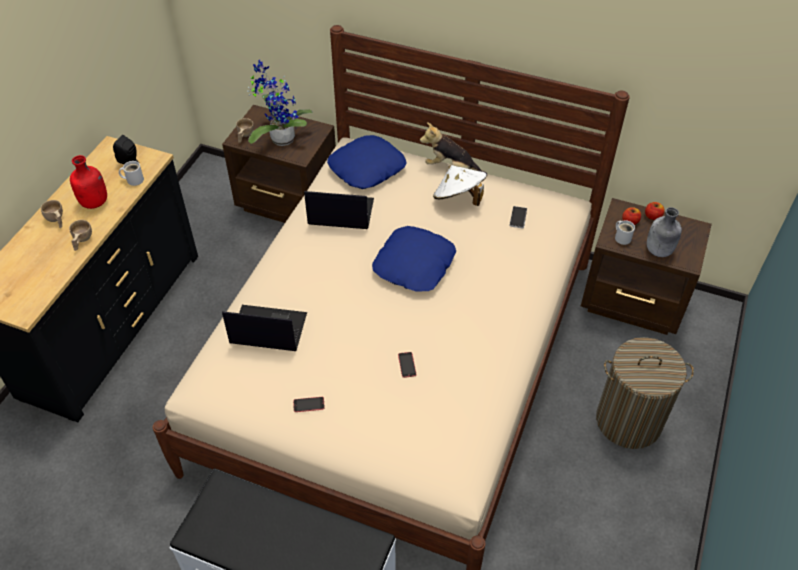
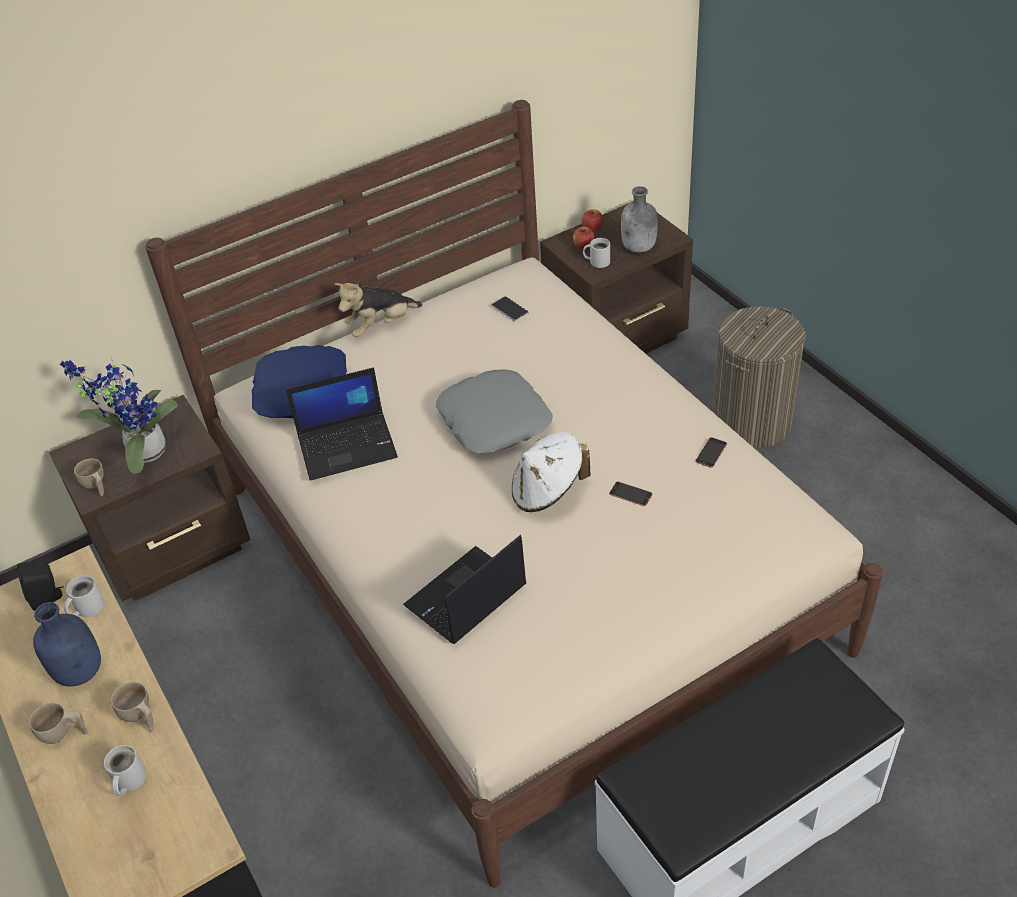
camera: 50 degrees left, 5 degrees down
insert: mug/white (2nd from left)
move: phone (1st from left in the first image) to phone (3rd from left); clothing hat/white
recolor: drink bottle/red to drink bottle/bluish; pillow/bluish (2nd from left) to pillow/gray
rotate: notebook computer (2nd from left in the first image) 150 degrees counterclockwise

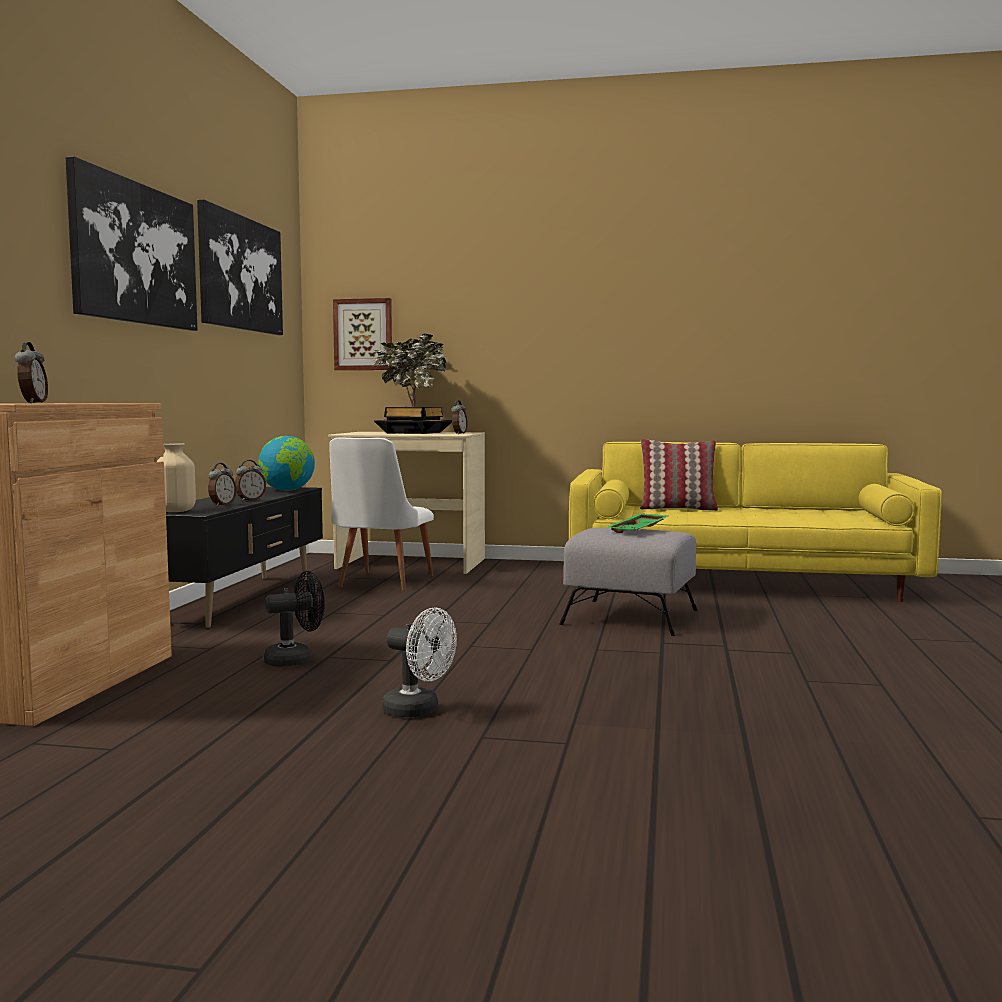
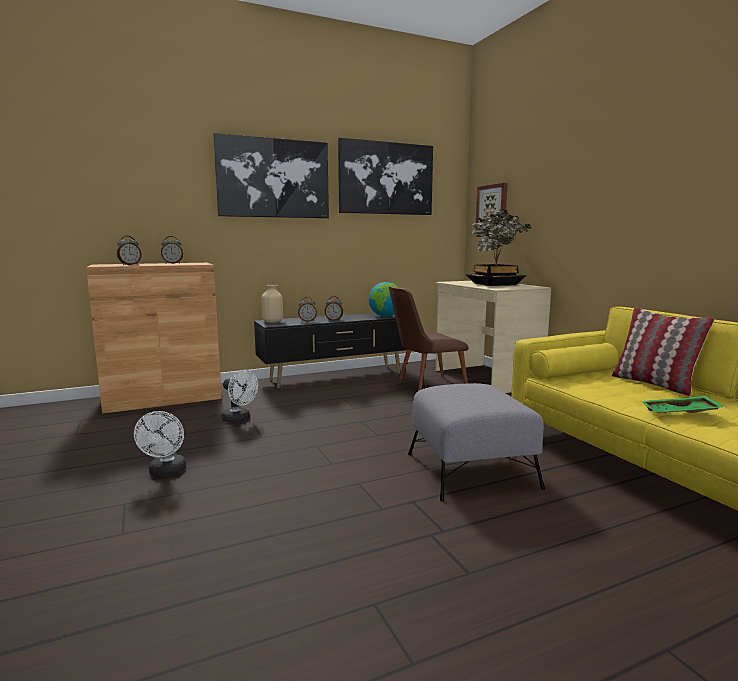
camera: 55 degrees right, 5 degrees up
move: table clock (4th from left in the first image) to table clock (2nd from left); tray/green-coloured
recolor: fan/blackish to fan/white (2nd from left); chair/white to chair/brown-coloured

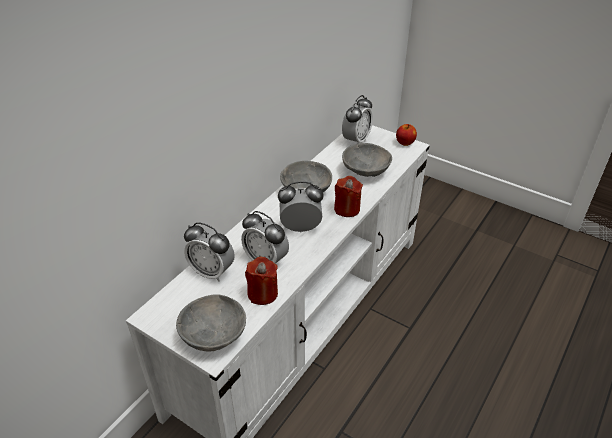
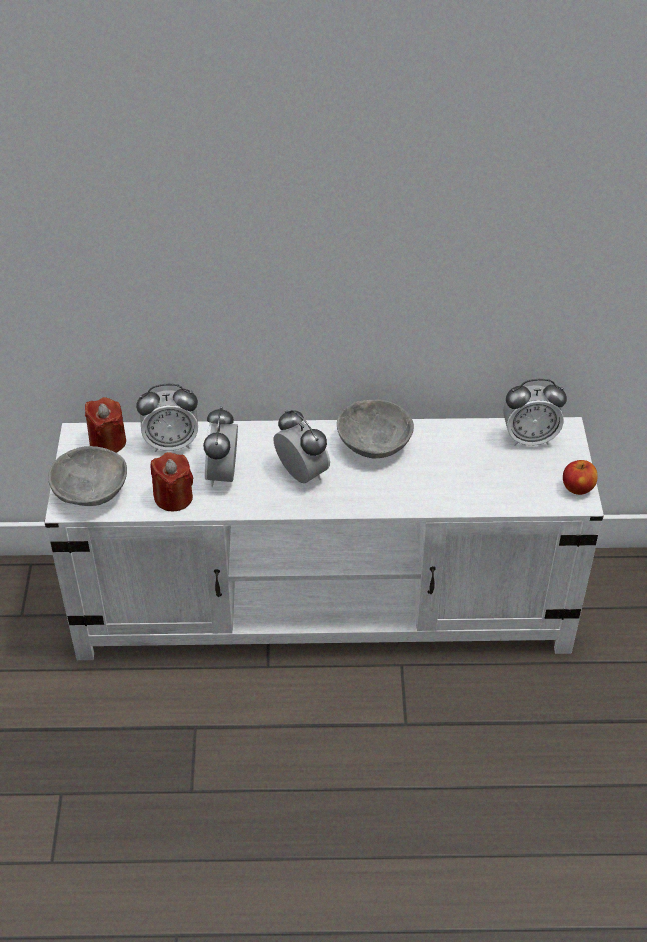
camera: 55 degrees right, 5 degrees up
delete: bowl/gray (3rd from left)
move: wax candle/red (2nd from left in the first image) to wax candle/red (1st from left)
rotate: table clock (1st from left) 90 degrees counterclockwise

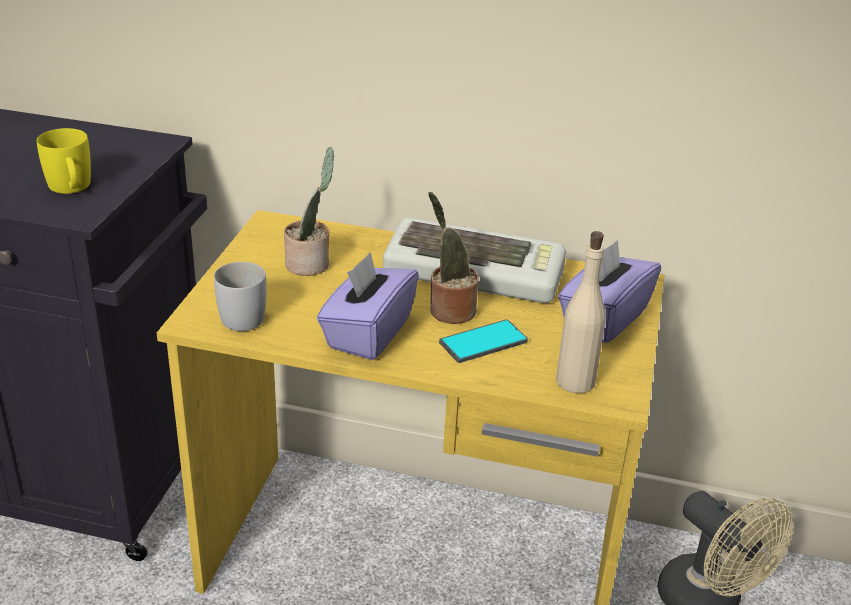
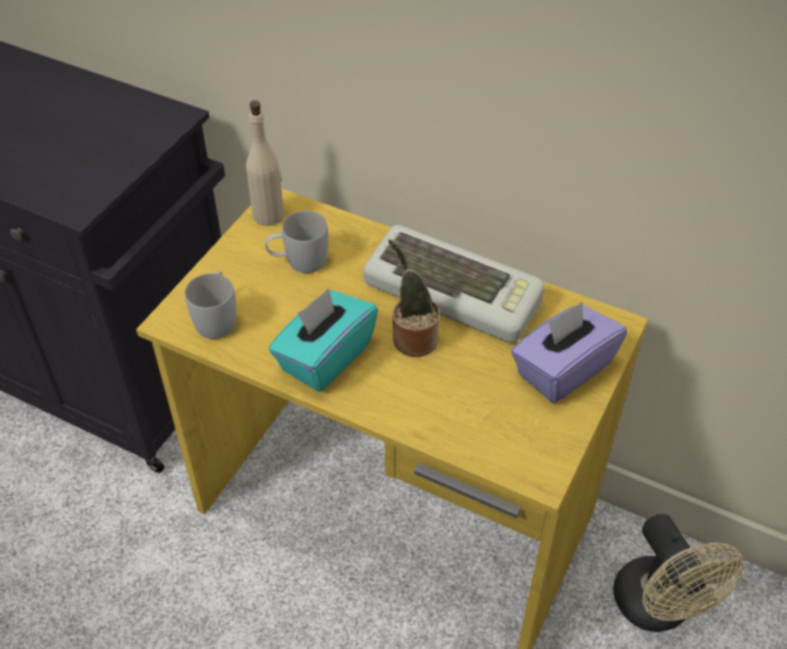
camera: 15 degrees right, 15 degrees up
delete: mug/yellowish; phone
move: drink bottle/sand-coloured
replace: plant in a pot (1st from left) to mug/white (2nd from left)
recolor: tissue box/purplish (1st from left) to tissue box/turquoise

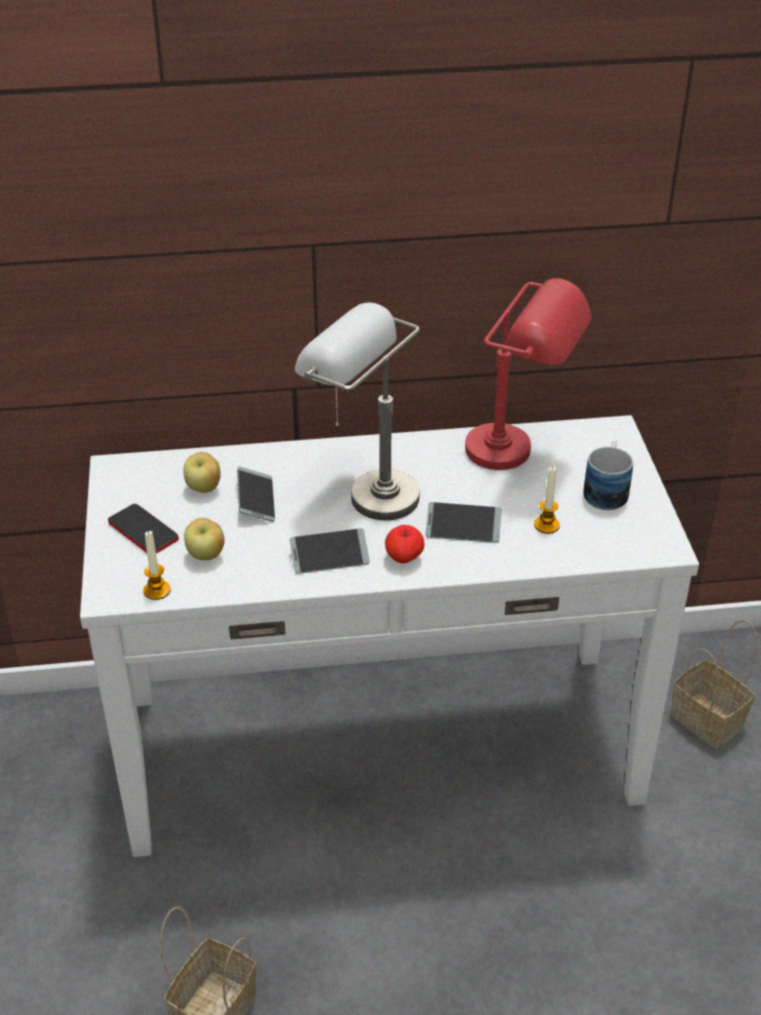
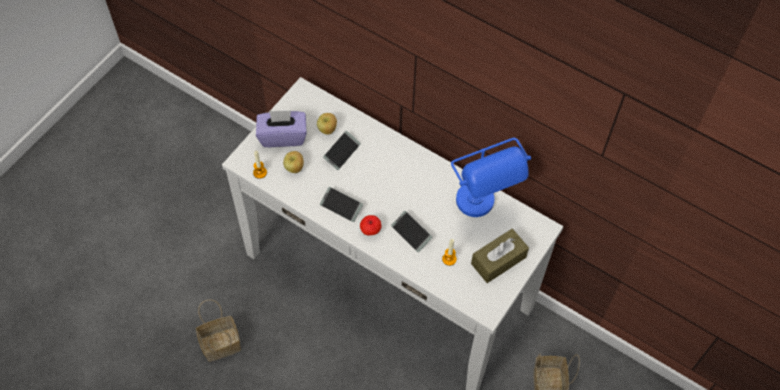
camera: 40 degrees right, 20 degrees up
delete: lamp for a table/gray
replace: phone (1st from left) to tissue box/purplish; mug to tissue box/brown-coloured
recolor: lamp for a table/red to lamp for a table/bluish

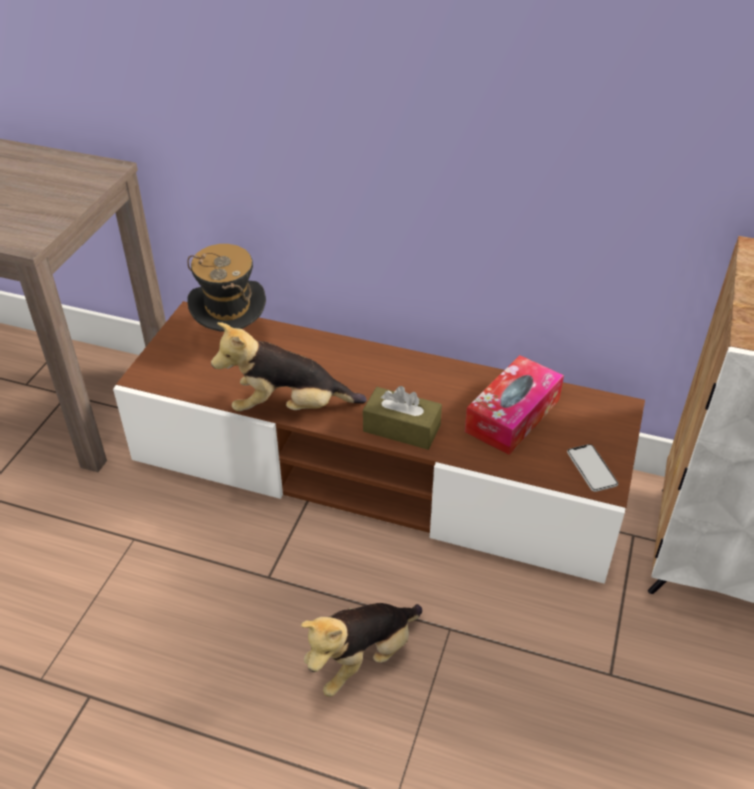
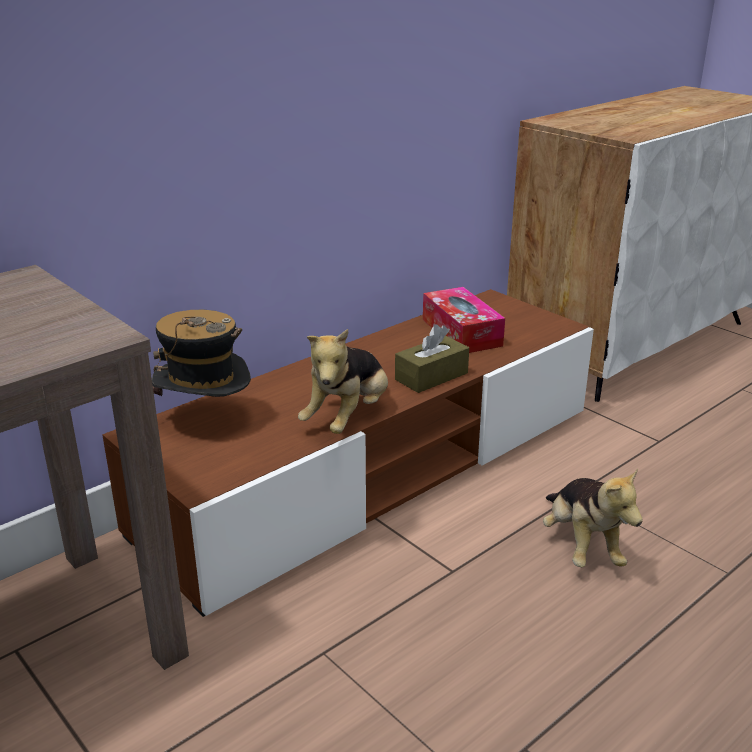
camera: 60 degrees left, 15 degrees down
delete: phone

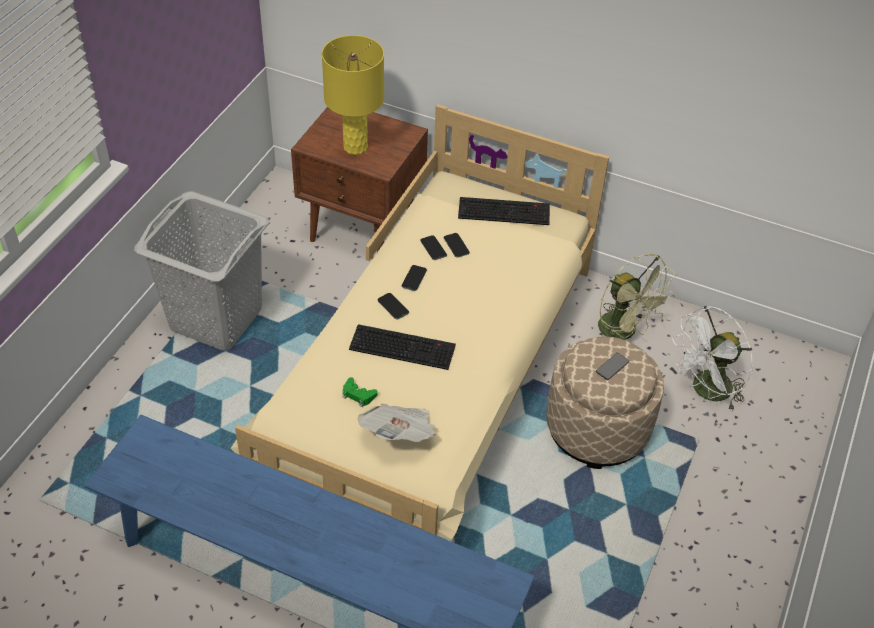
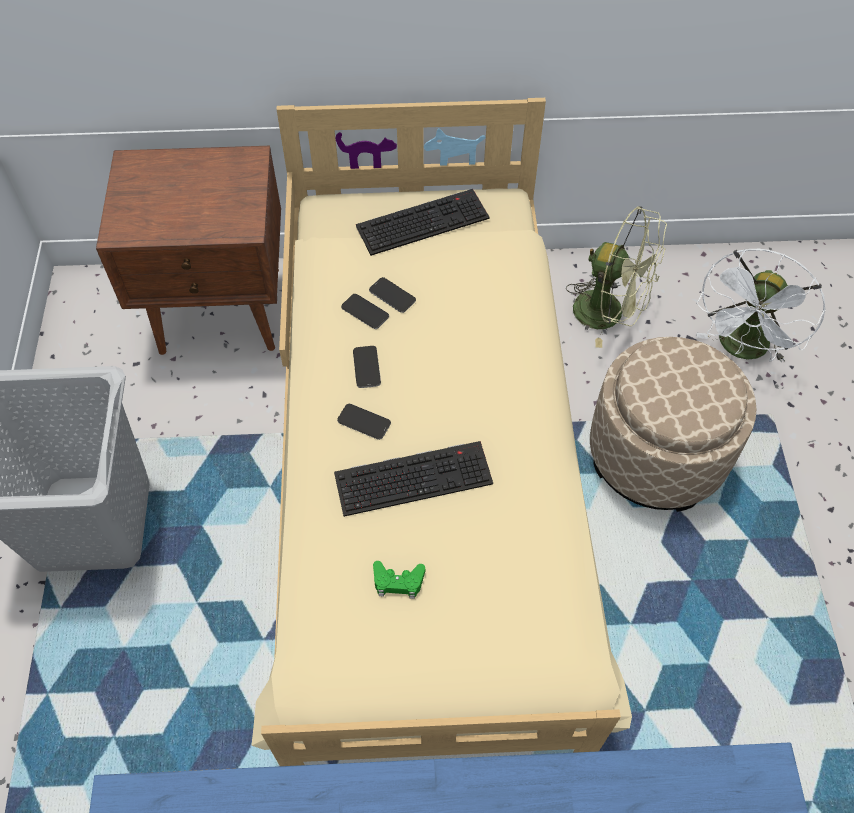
camera: 25 degrees left, 10 degrees up
delete: lamp for a table/yellowish; printed paper; phone (5th from left)

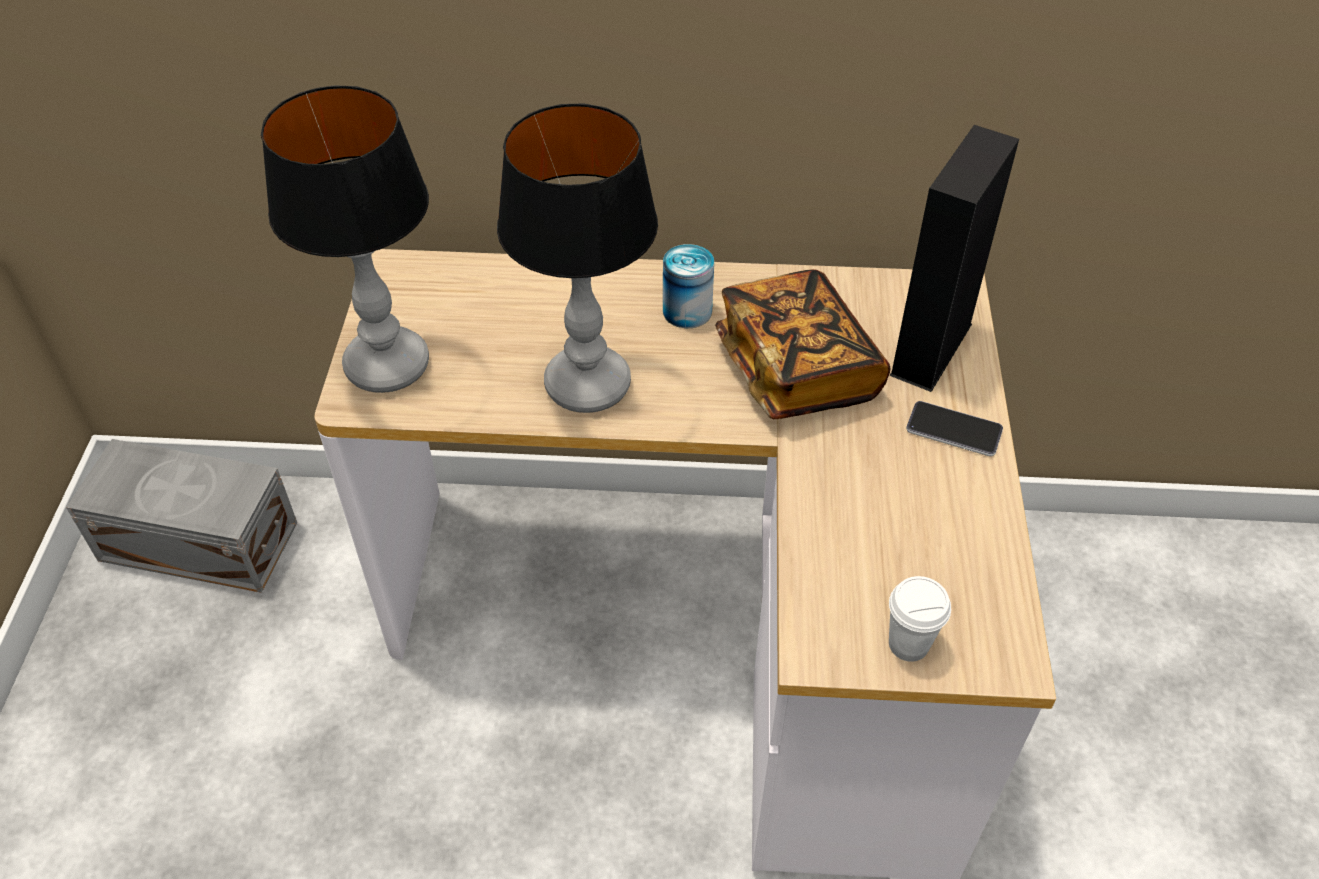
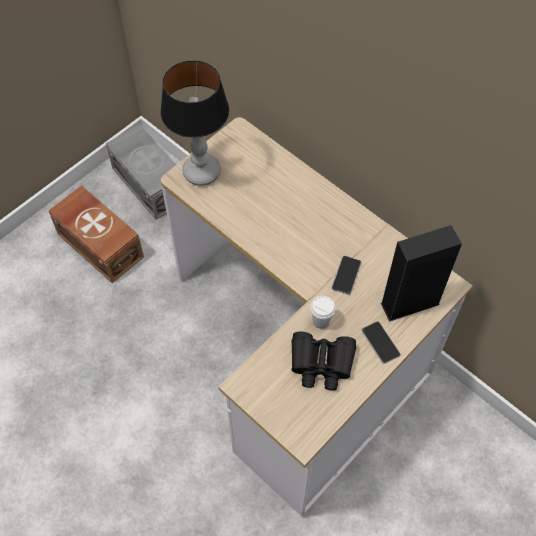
camera: 40 degrees right, 10 degrees up
delete: lamp for a table (2nd from left); metal can
insert: storage bin/brown-coloured; pair of binoculars/blackish
move: small cup/white
replace: volume to phone (1st from left)

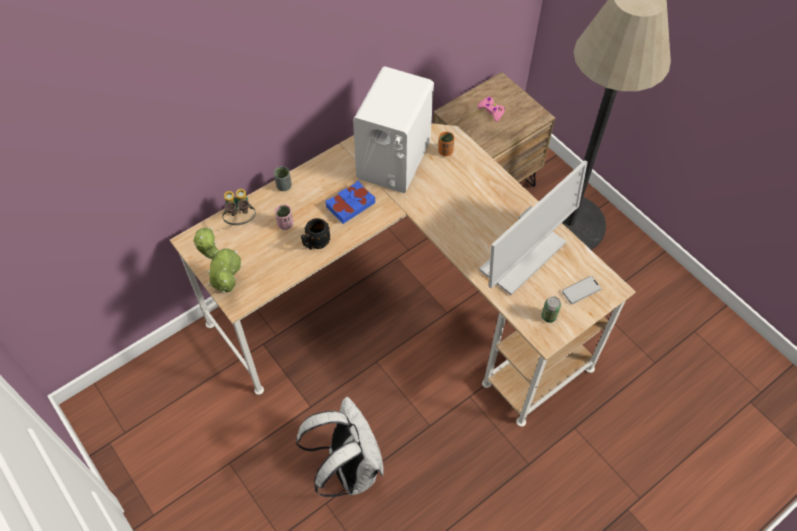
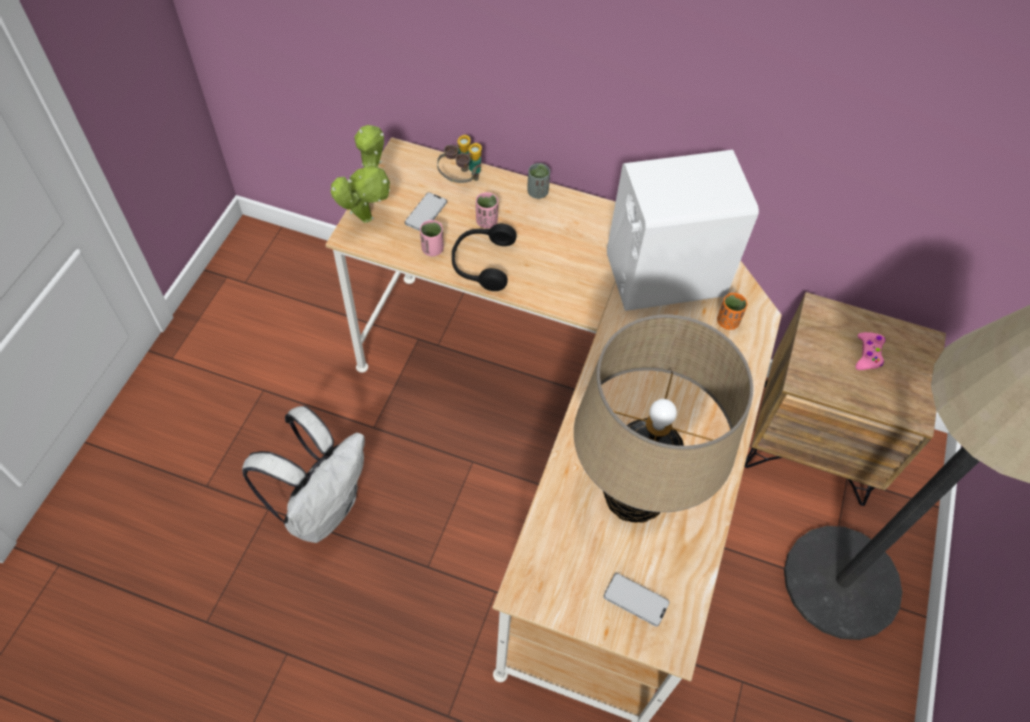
camera: 55 degrees right, 0 degrees up
delete: volume/bluish; metal can
insert: phone (1st from left); small cup/pink-coloured (1st from left)
replace: mug/blackish to headphones/blackish; computer display to lamp for a table/sand-coloured

